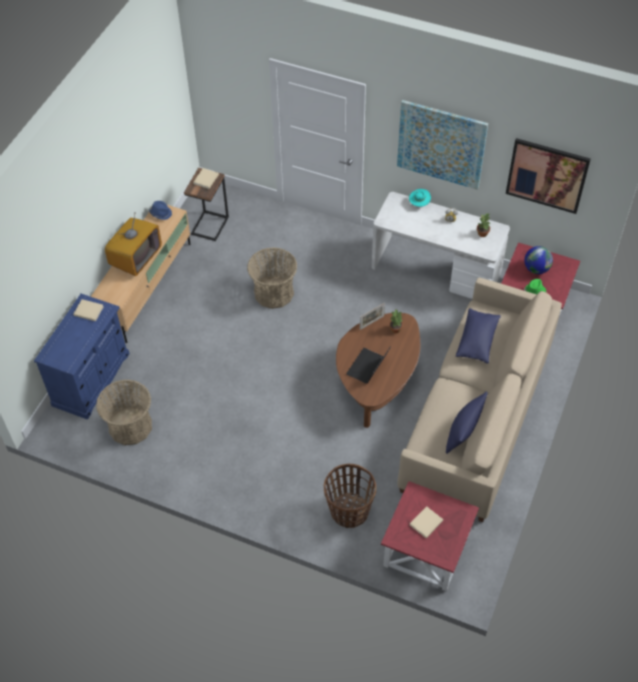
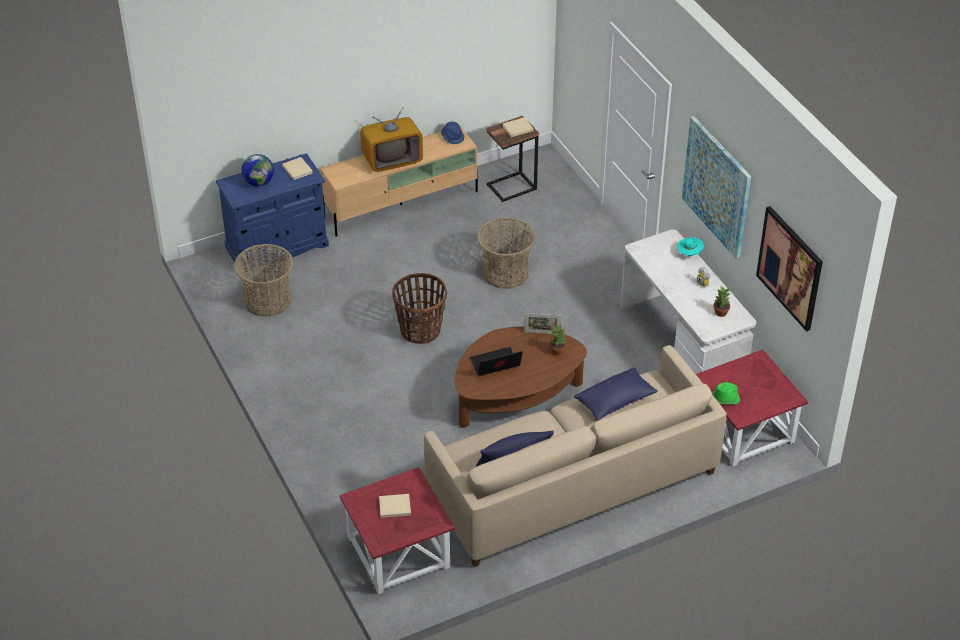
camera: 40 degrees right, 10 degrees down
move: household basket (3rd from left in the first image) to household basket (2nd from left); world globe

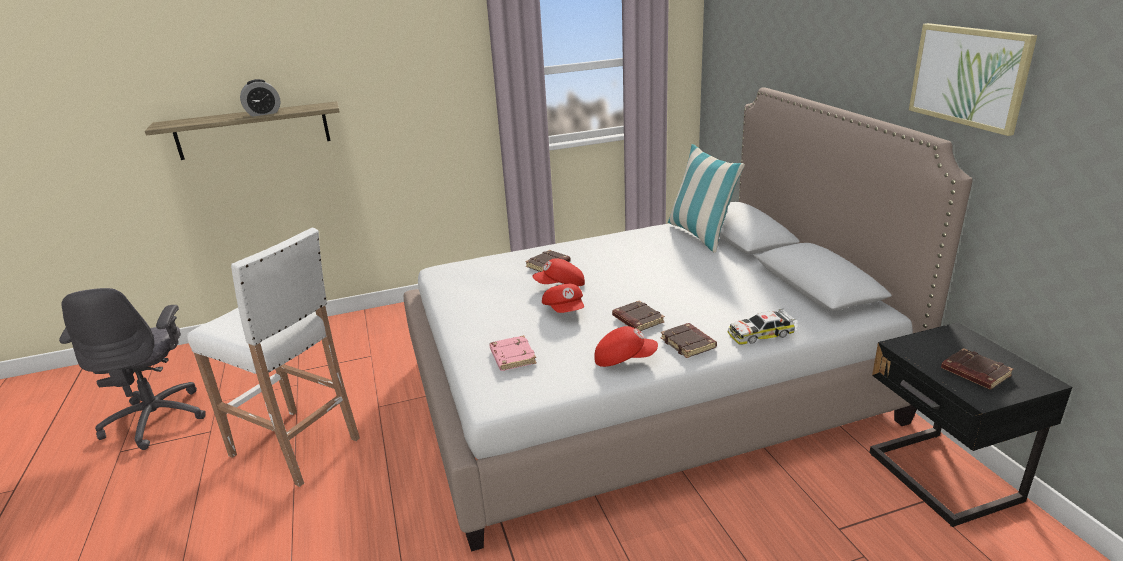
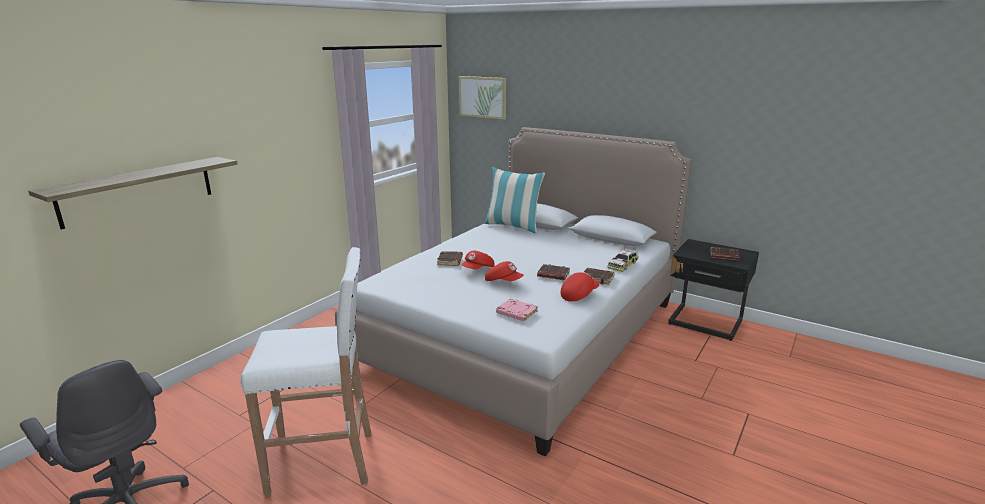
camera: 40 degrees left, 5 degrees down
delete: table clock
move: picture

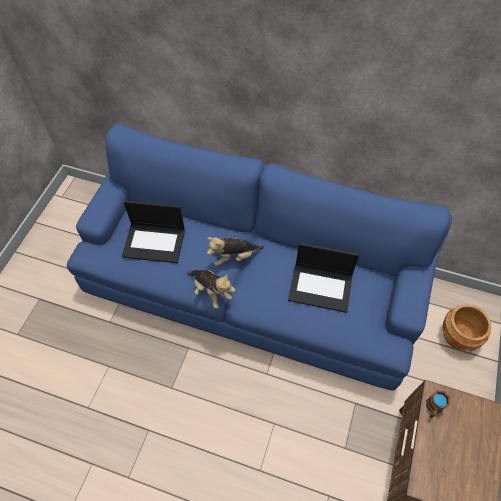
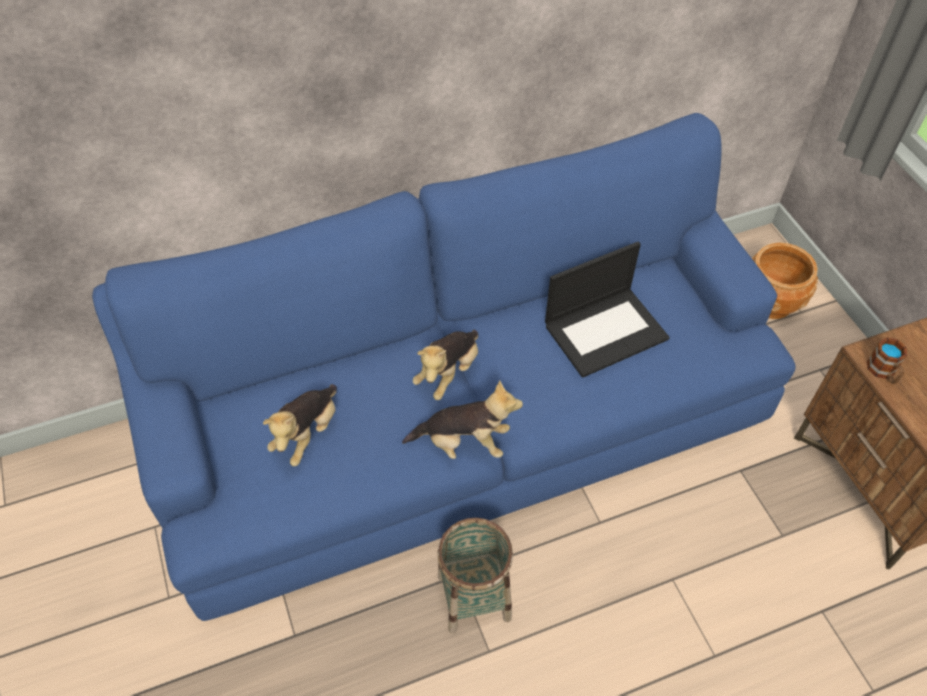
camera: 40 degrees left, 5 degrees down
insert: household basket
replace: notebook computer (1st from left) to soft toy (1st from left)

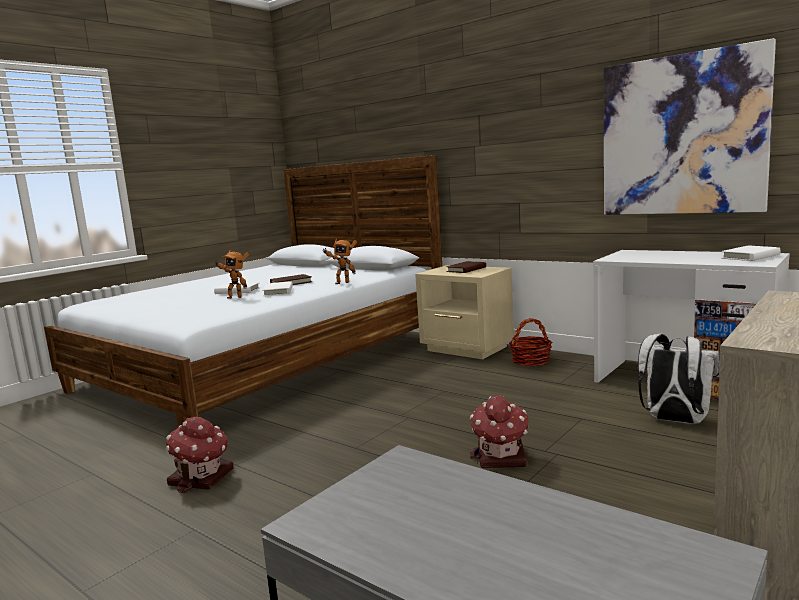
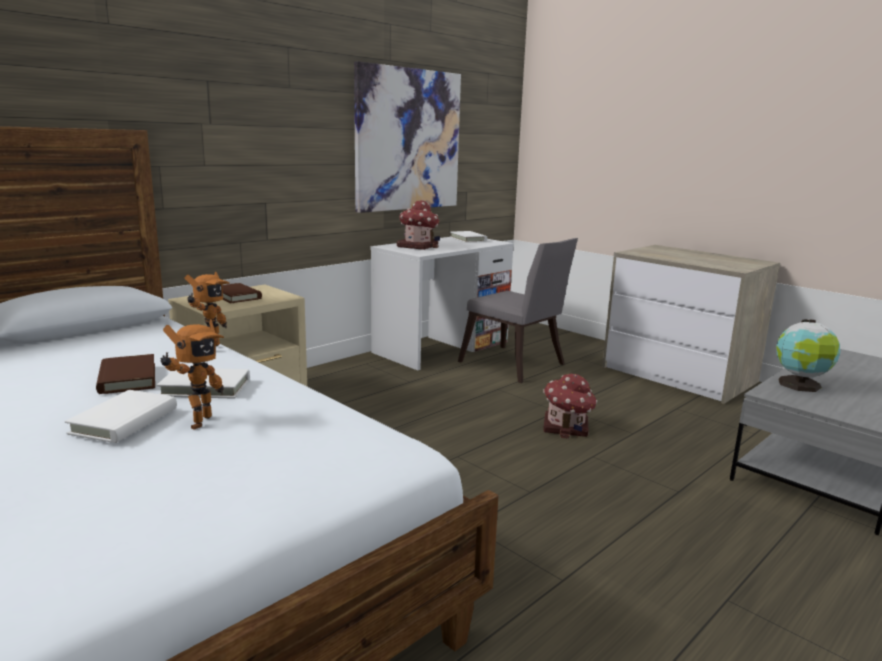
camera: 85 degrees left, 5 degrees up
delete: household basket
insert: world globe
move: miniature house (1st from left)
replace: knapsack/white to chair/gray

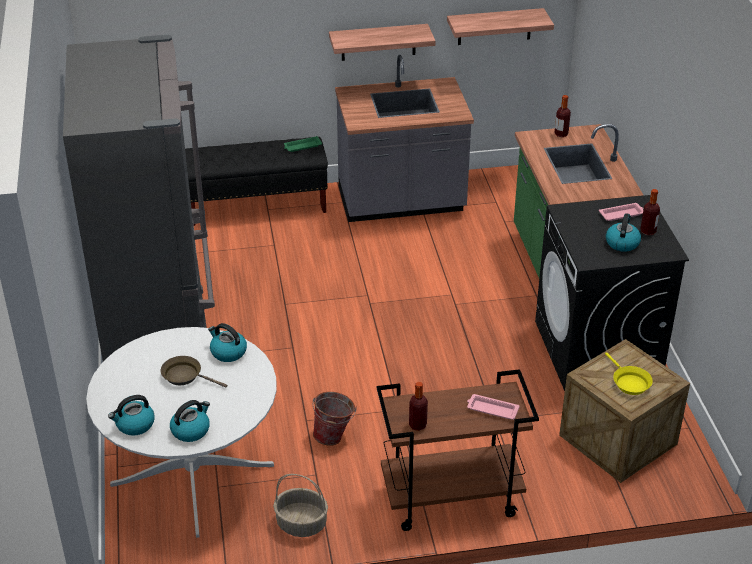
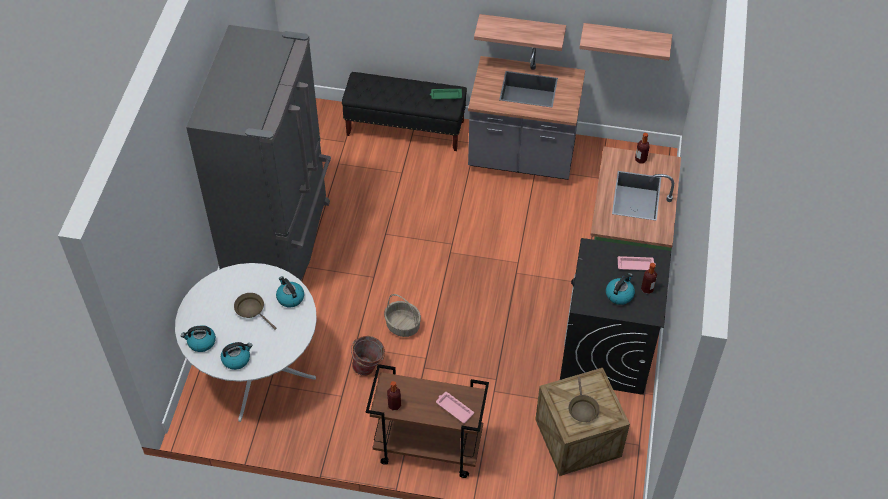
camera: 20 degrees right, 15 degrees up
move: household basket
recolor: pan/yellowish to pan/brown-coloured (2nd from left)

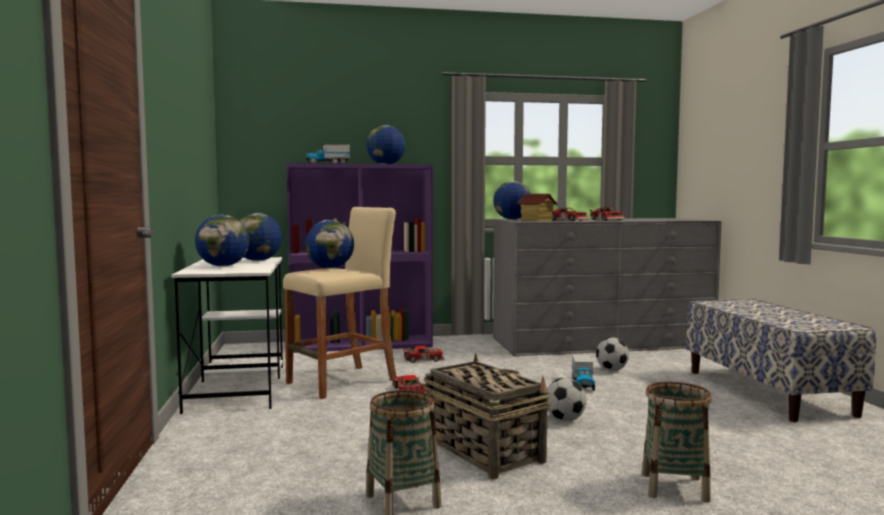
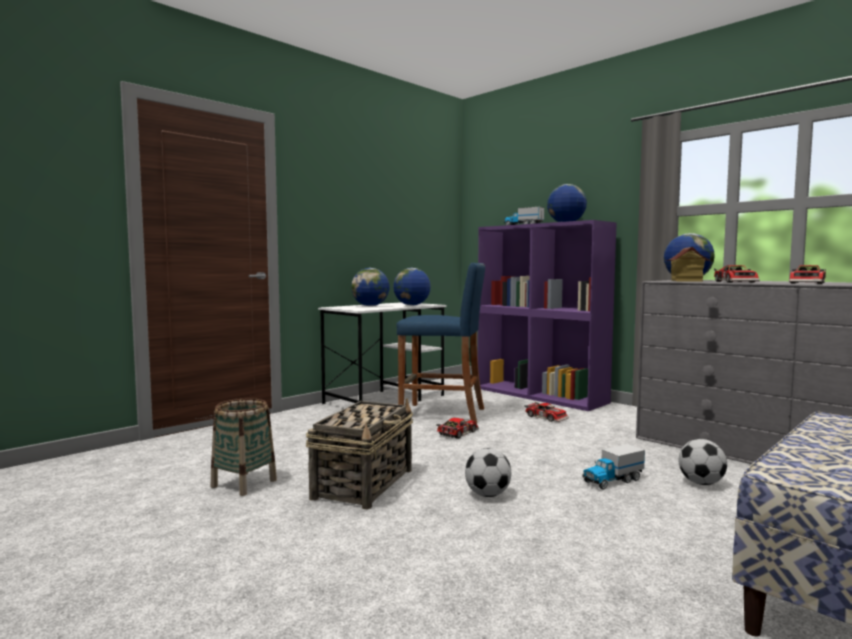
camera: 55 degrees right, 0 degrees up
delete: world globe (3rd from left); household basket (3rd from left)
recolor: sitting stool/sand-coloured to sitting stool/bluish

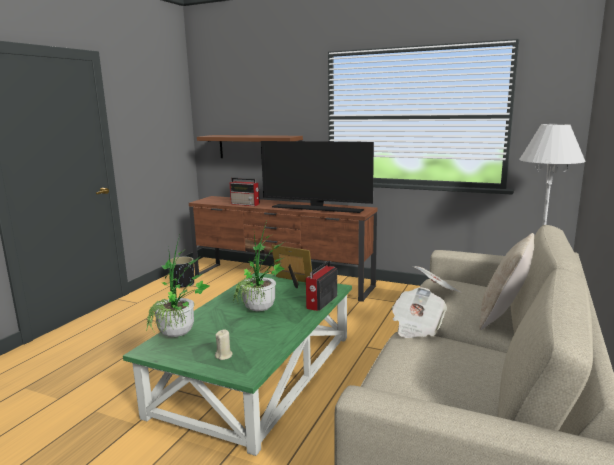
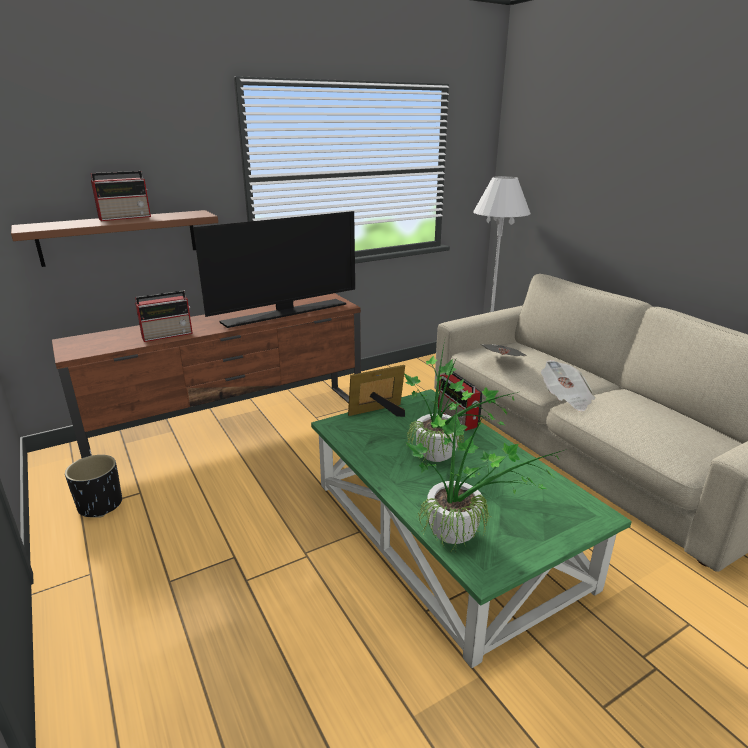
camera: 55 degrees left, 10 degrees up
delete: wax candle/sand-coloured; pillow/sand-coloured
insert: radio set (1st from left)

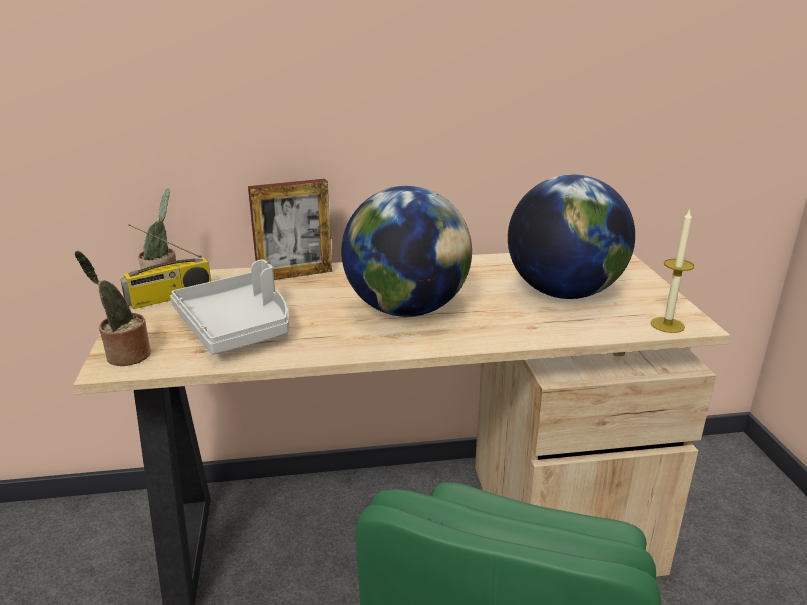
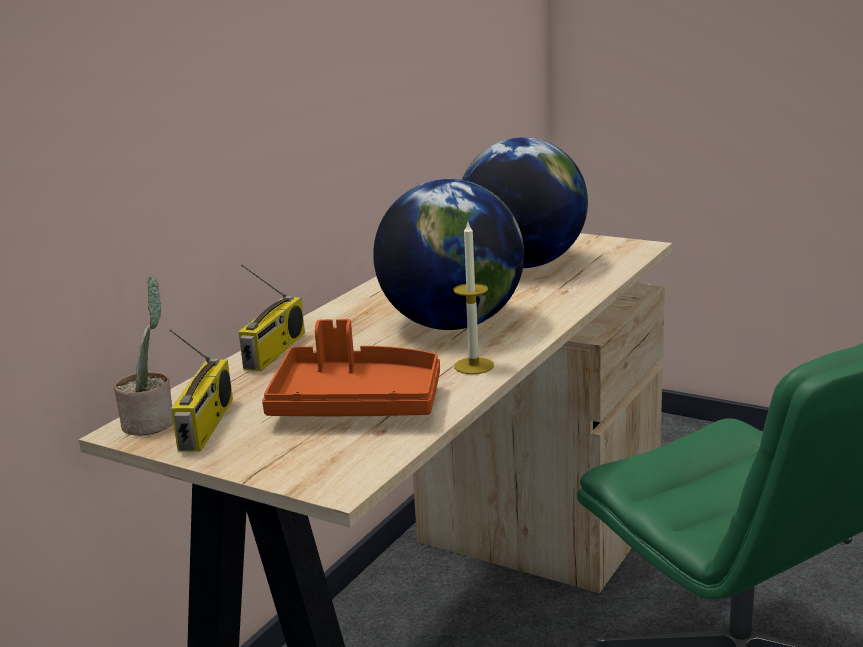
camera: 50 degrees left, 5 degrees down
delete: plant in a pot (1st from left)
move: wax candle
replace: picture frame to radio set (2nd from left)
recolor: tray/gray to tray/orange-coloured

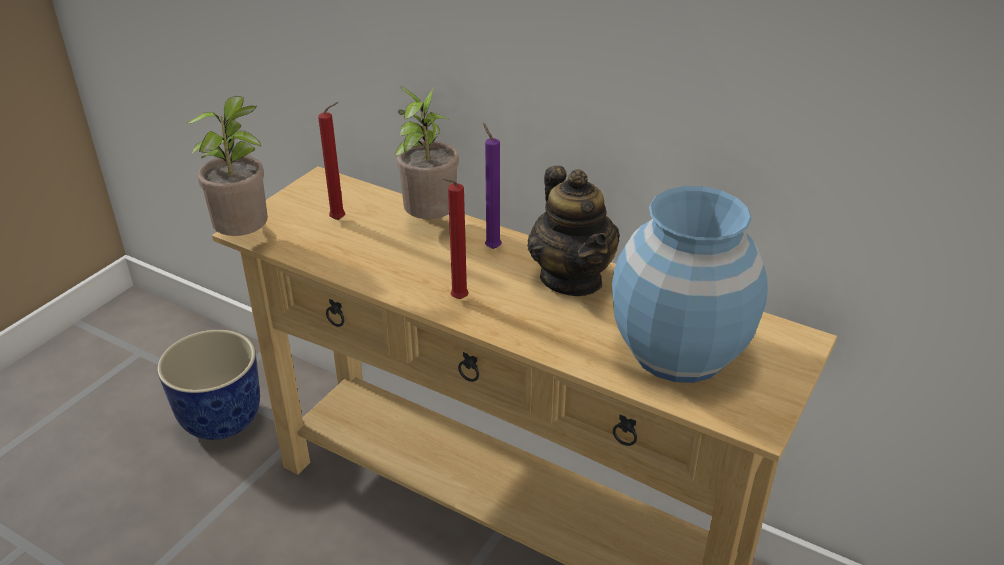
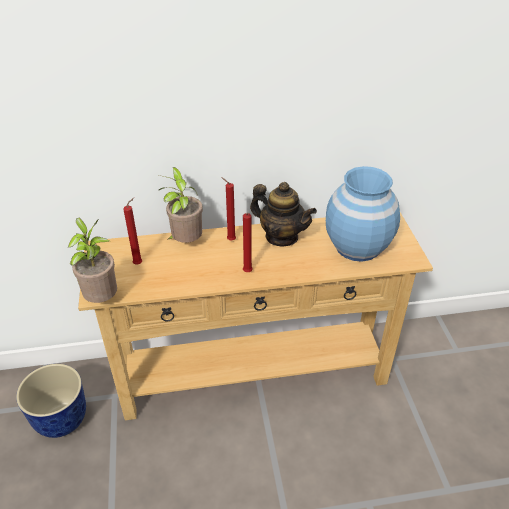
camera: 40 degrees left, 5 degrees up
recolor: wax candle/purplish to wax candle/red (2nd from left)

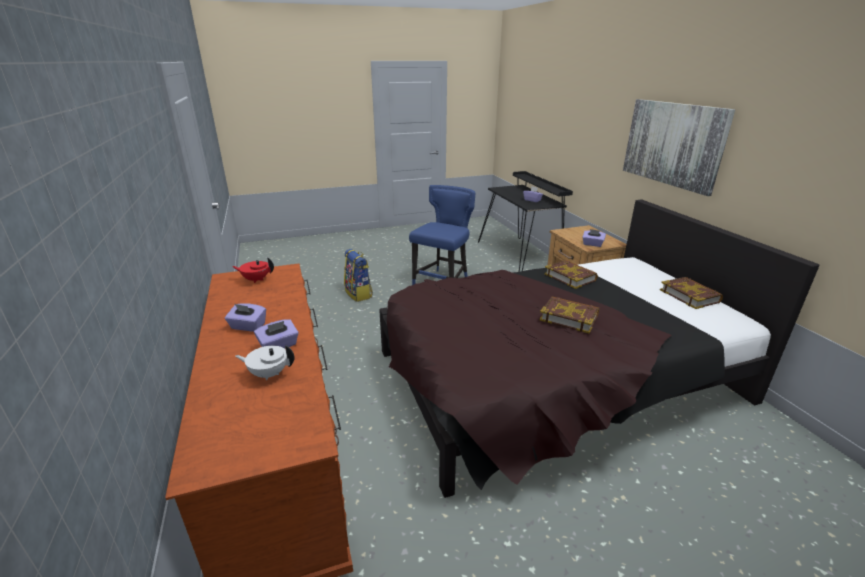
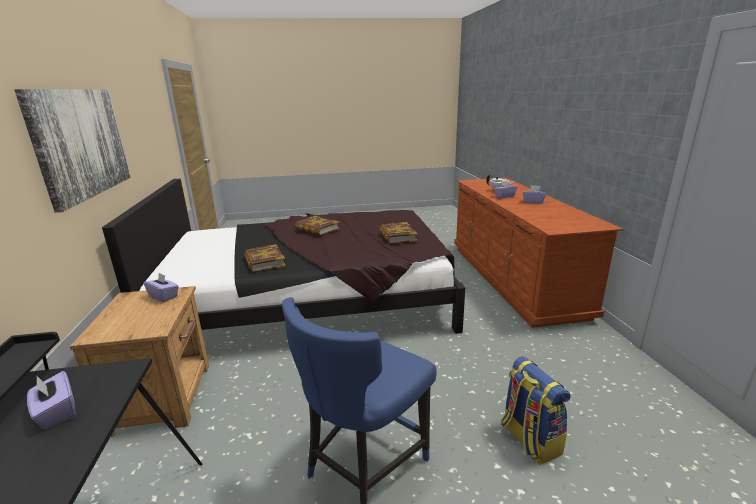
camera: 170 degrees left, 5 degrees down
delete: pot for tea/red
move: volume (3rd from left)

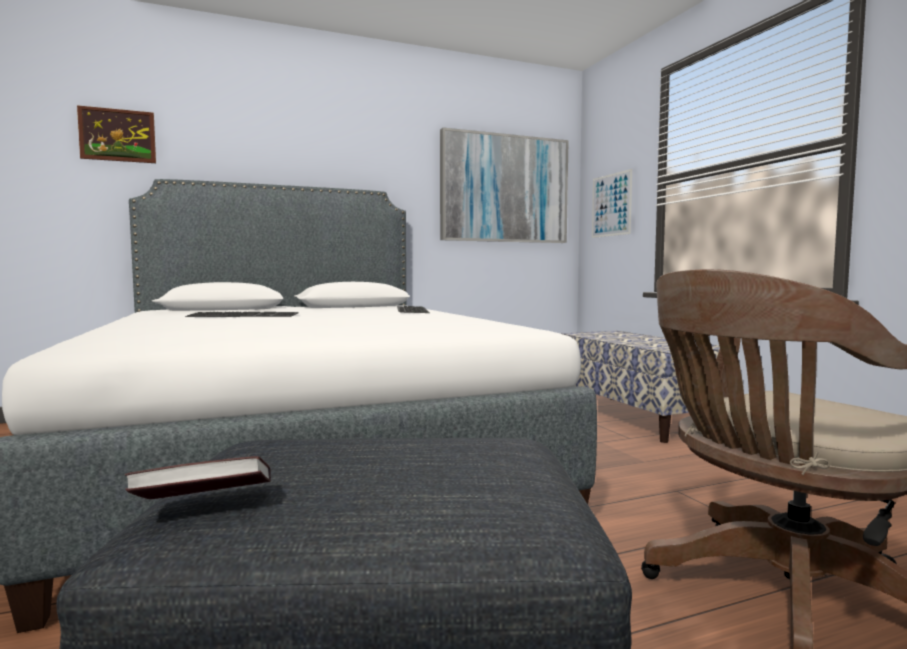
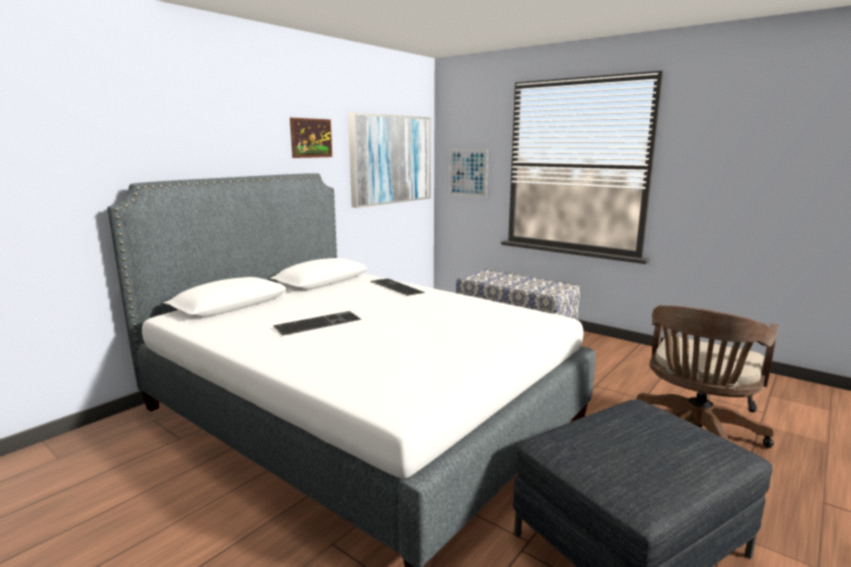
camera: 30 degrees left, 10 degrees up
delete: volume
move: picture (1st from left)

